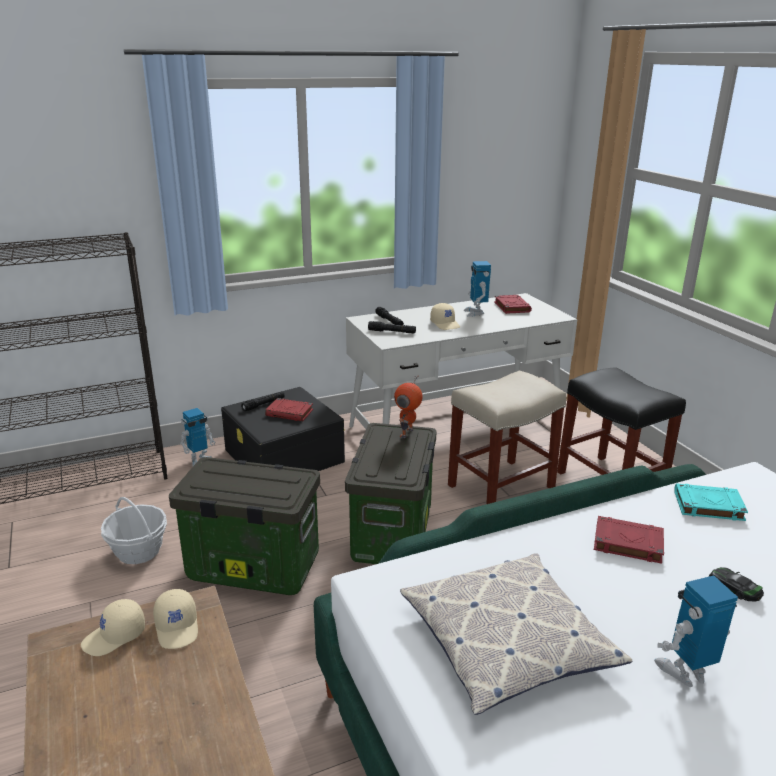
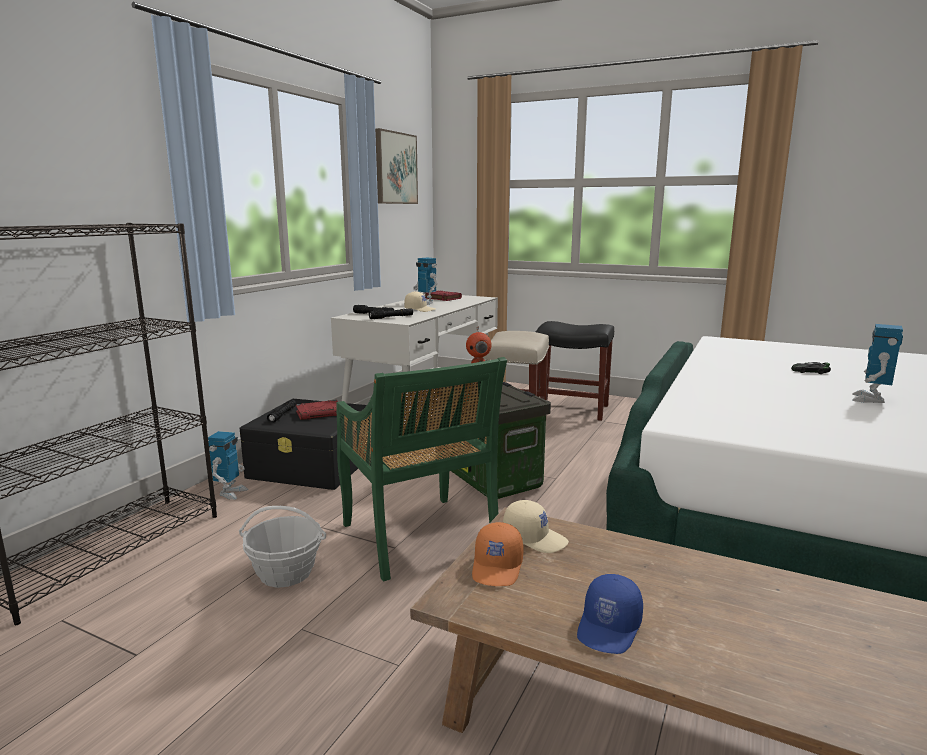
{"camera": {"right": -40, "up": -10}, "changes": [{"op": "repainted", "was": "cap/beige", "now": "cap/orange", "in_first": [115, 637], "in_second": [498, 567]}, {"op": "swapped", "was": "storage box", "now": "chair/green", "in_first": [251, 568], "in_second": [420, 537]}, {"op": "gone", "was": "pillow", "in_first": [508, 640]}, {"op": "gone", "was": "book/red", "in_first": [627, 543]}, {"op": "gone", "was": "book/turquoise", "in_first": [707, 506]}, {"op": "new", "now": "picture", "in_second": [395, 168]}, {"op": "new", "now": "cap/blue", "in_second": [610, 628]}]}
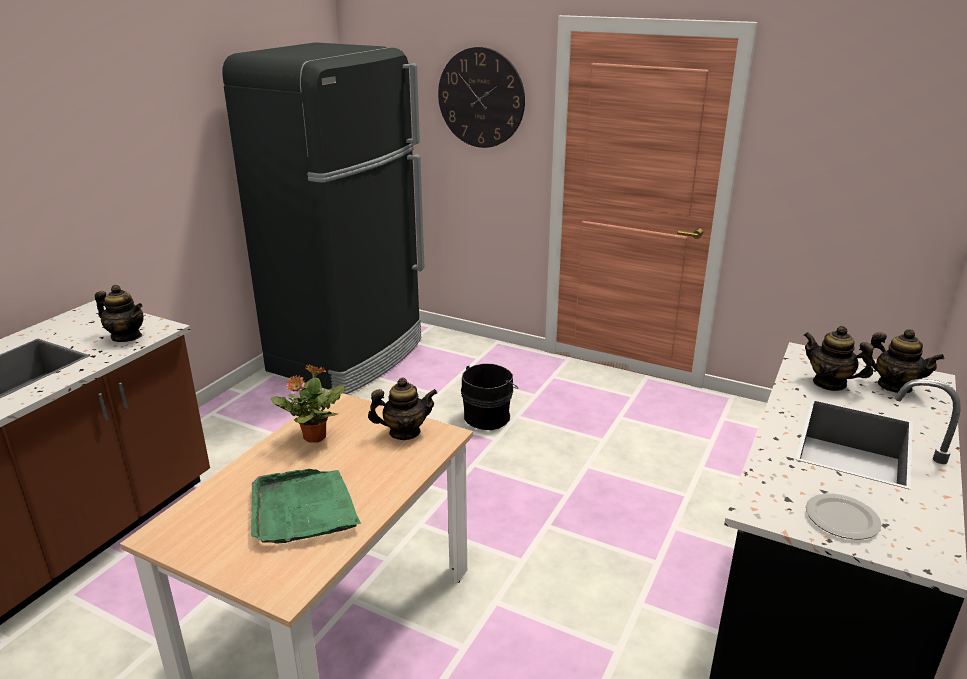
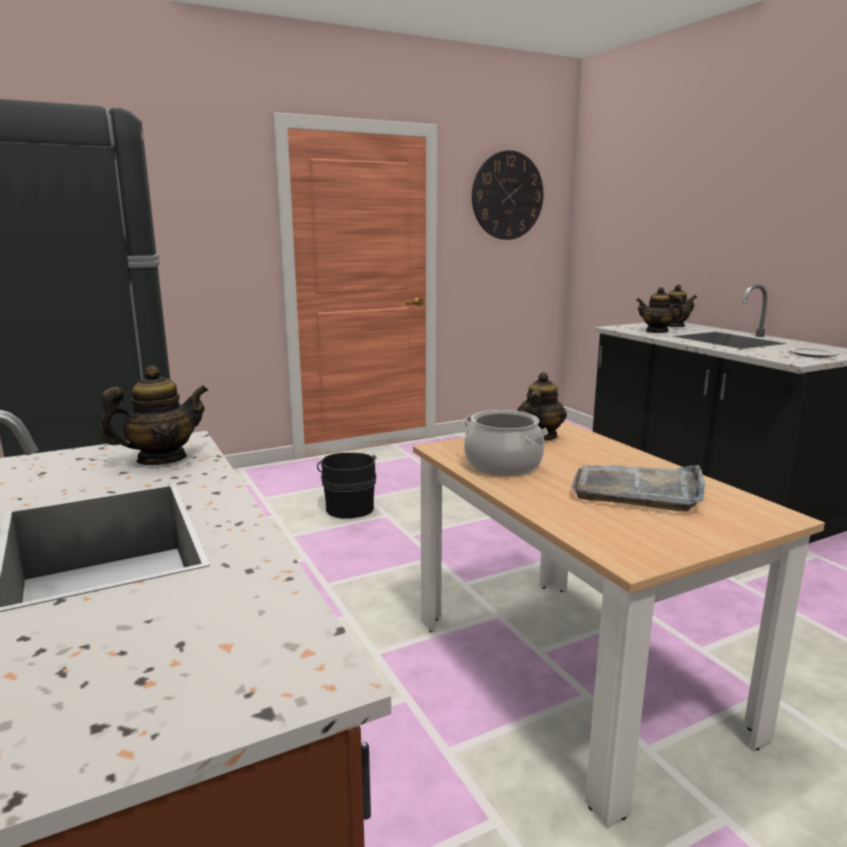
{"camera": {"right": -55, "up": -10}, "changes": [{"op": "repainted", "was": "tray/green", "now": "tray/grey", "in_first": [303, 509], "in_second": [638, 489]}, {"op": "swapped", "was": "potted plant", "now": "cooking pot", "in_first": [313, 437], "in_second": [502, 465]}, {"op": "shifted", "was": "wall clock", "in_first": [481, 98], "in_second": [507, 196]}, {"op": "rotated", "was": "teapot", "in_first": [830, 383], "in_second": [657, 331], "clockwise": 45}]}
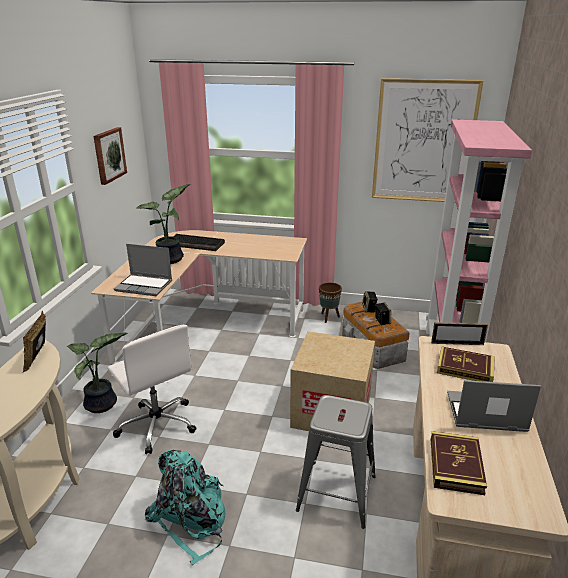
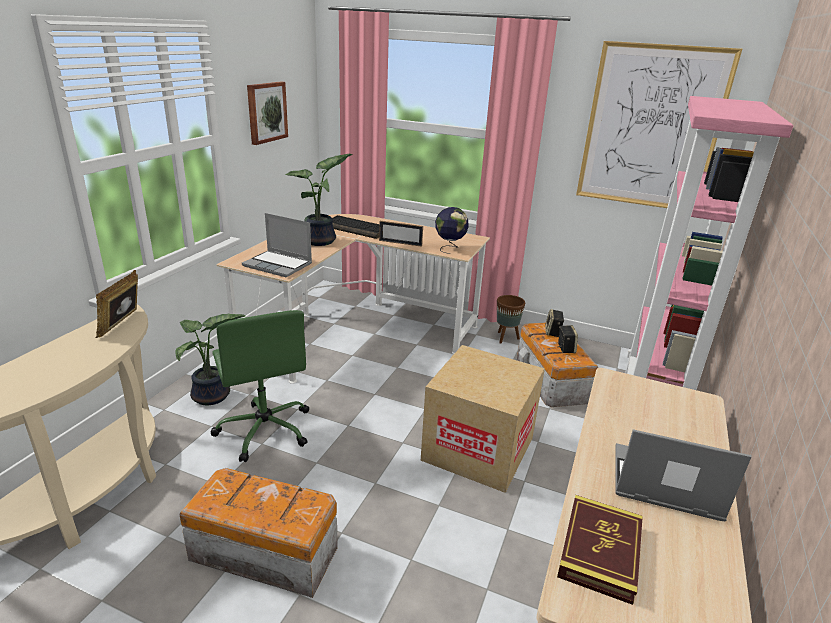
{"camera": {"right": 10, "up": 0}, "changes": [{"op": "repainted", "was": "office chair/white", "now": "office chair/green", "in_first": [157, 424], "in_second": [265, 429]}, {"op": "swapped", "was": "backpack/turquoise", "now": "storage box", "in_first": [191, 519], "in_second": [264, 551]}, {"op": "gone", "was": "stool/grey", "in_first": [337, 493]}, {"op": "shifted", "was": "picture frame", "in_first": [457, 343], "in_second": [400, 243]}, {"op": "gone", "was": "book", "in_first": [465, 368]}, {"op": "new", "now": "globe", "in_second": [450, 248]}]}
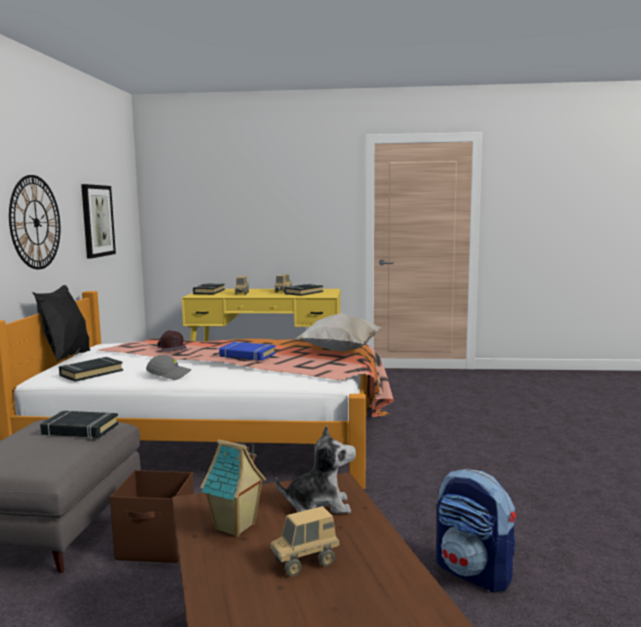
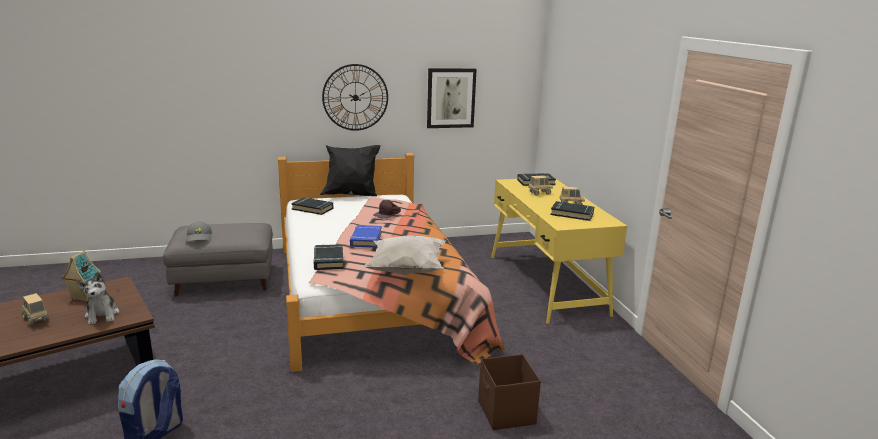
{"camera": {"right": 70, "up": 10}, "changes": [{"op": "shifted", "was": "book/black", "in_first": [80, 430], "in_second": [328, 260]}, {"op": "shifted", "was": "storage box/brown", "in_first": [157, 545], "in_second": [506, 413]}, {"op": "shifted", "was": "cap/grey", "in_first": [169, 375], "in_second": [199, 237]}]}
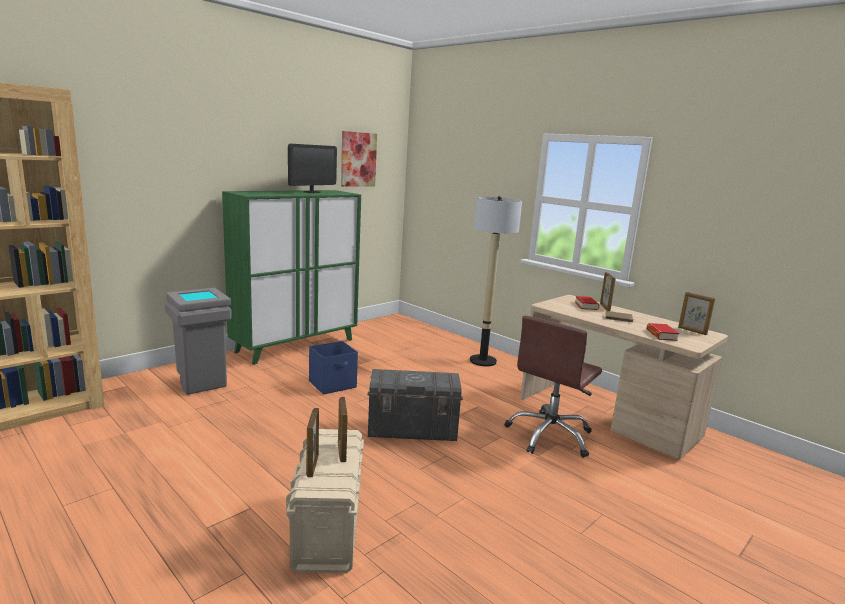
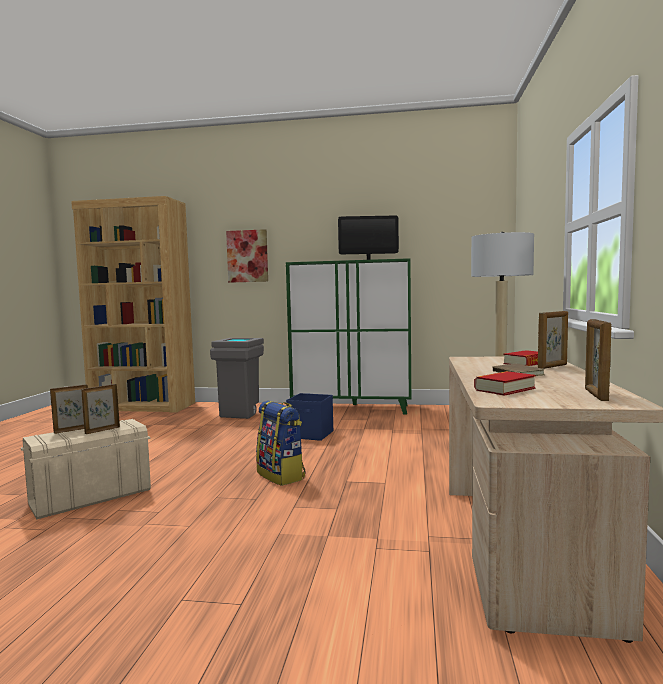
{"camera": {"right": 55, "up": -10}, "changes": [{"op": "shifted", "was": "picture", "in_first": [358, 159], "in_second": [247, 256]}, {"op": "swapped", "was": "storage box/grey", "now": "backpack", "in_first": [412, 430], "in_second": [281, 476]}, {"op": "gone", "was": "office chair/brown", "in_first": [550, 436]}]}
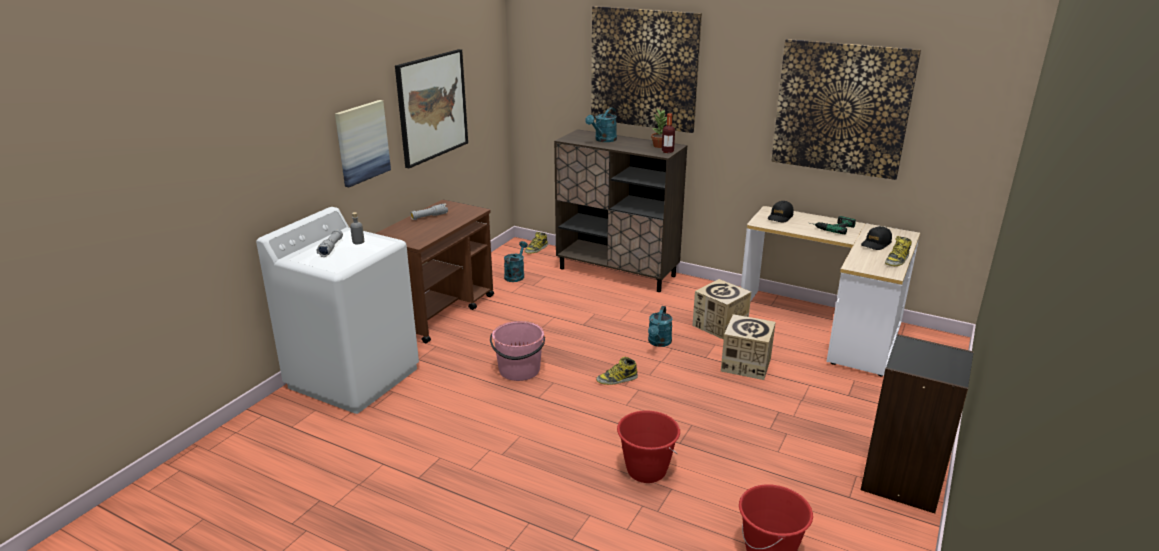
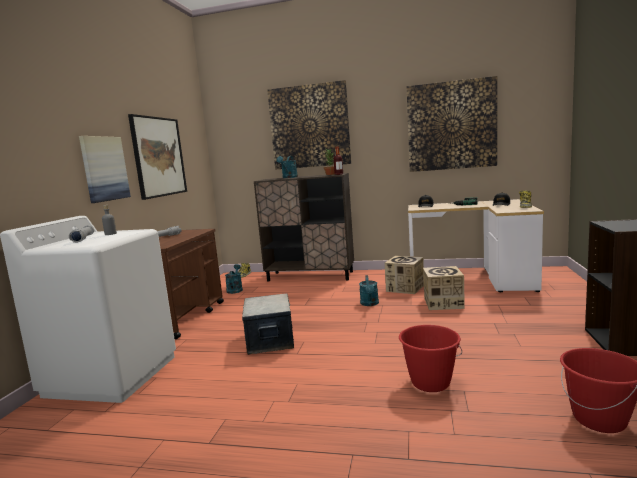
{"camera": {"right": -15, "up": -15}, "changes": [{"op": "swapped", "was": "bucket/pink", "now": "storage box", "in_first": [519, 370], "in_second": [269, 340]}, {"op": "gone", "was": "boot", "in_first": [617, 379]}]}
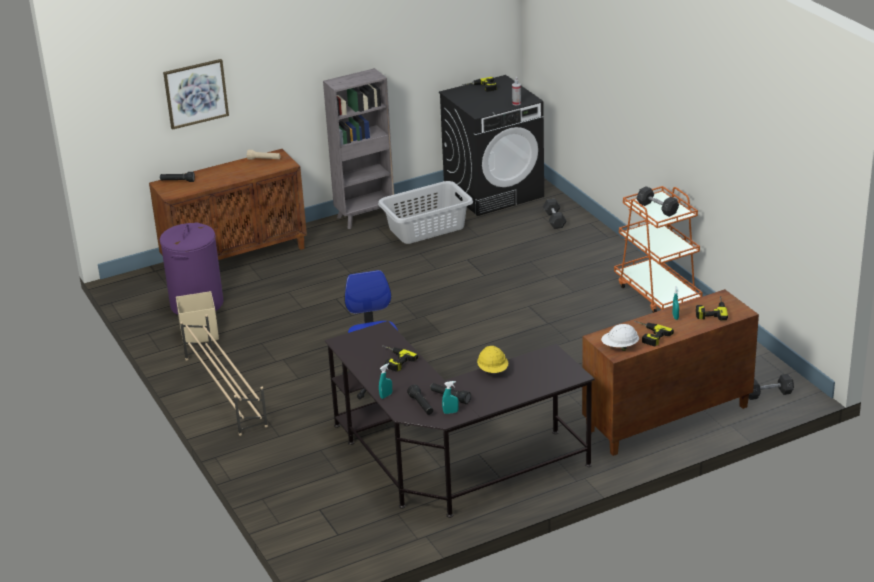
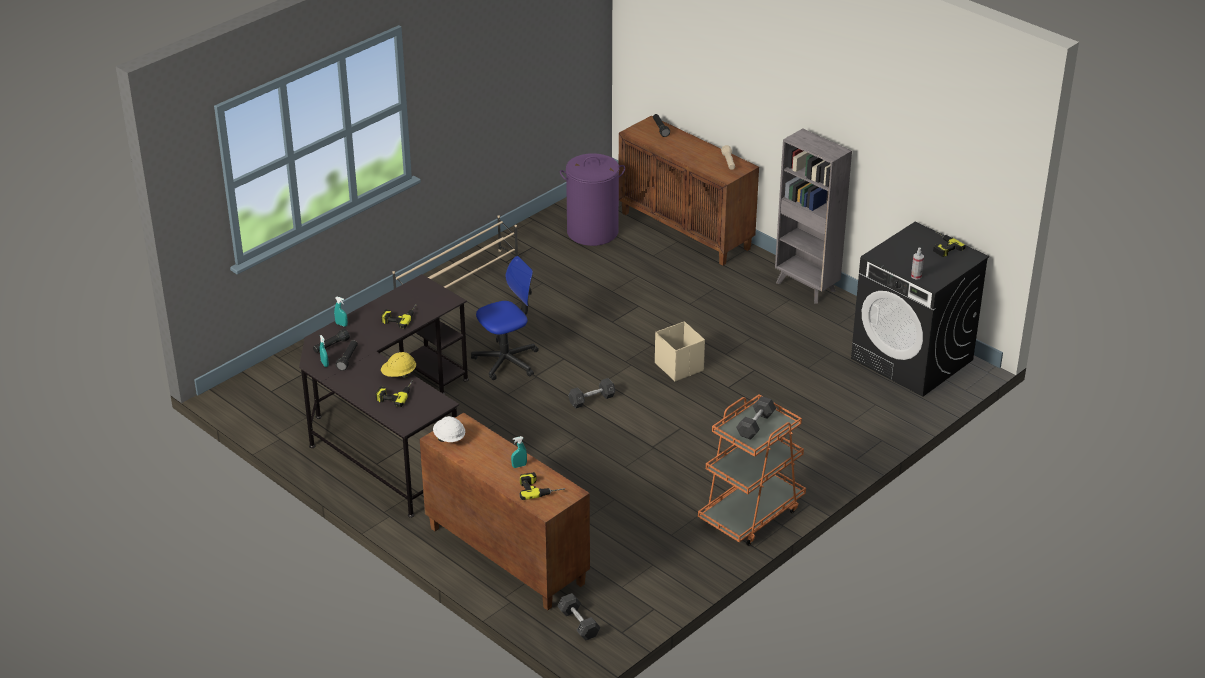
{"camera": {"right": 70, "up": 5}, "changes": [{"op": "gone", "was": "picture", "in_first": [196, 93]}, {"op": "shifted", "was": "storage box/beige", "in_first": [198, 334], "in_second": [679, 366]}, {"op": "gone", "was": "laundry basket/grey", "in_first": [426, 228]}, {"op": "shifted", "was": "dumbbell/grey", "in_first": [554, 220], "in_second": [592, 399]}, {"op": "shifted", "was": "power drill", "in_first": [647, 335], "in_second": [395, 393]}]}
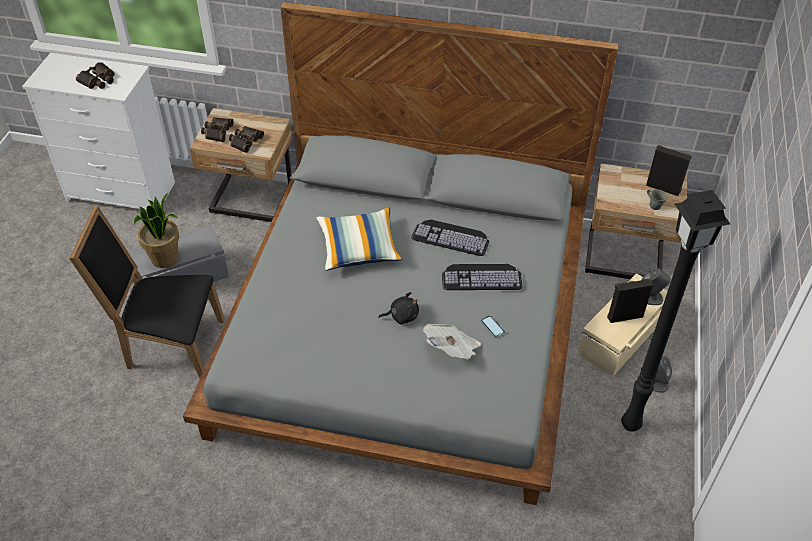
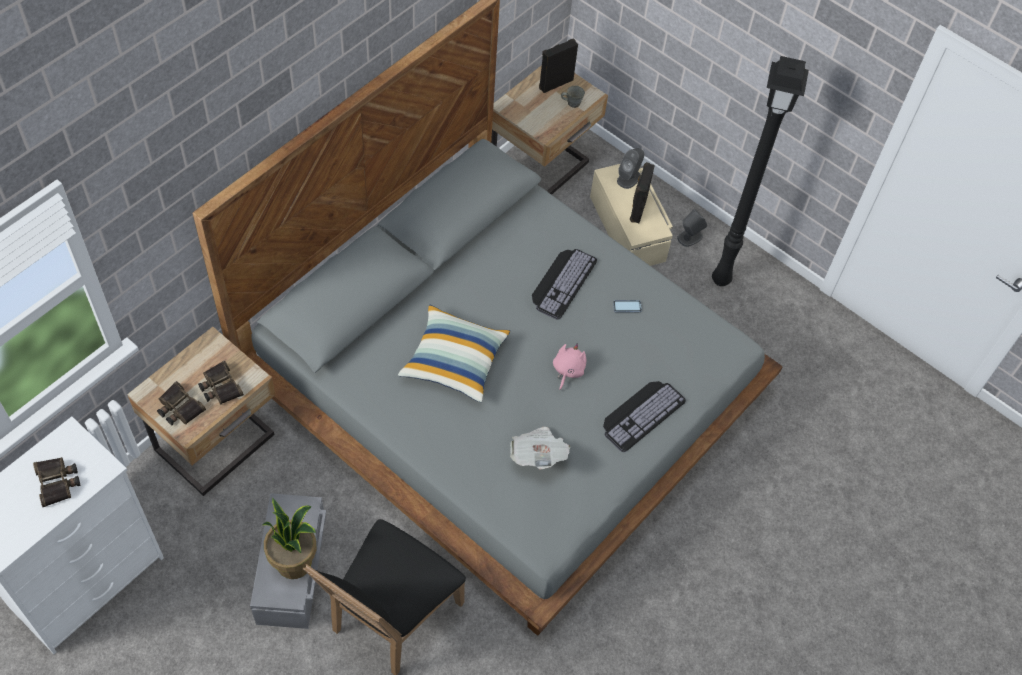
{"camera": {"right": -65, "up": 10}, "changes": [{"op": "repainted", "was": "plush toy/black", "now": "plush toy/pink", "in_first": [402, 316], "in_second": [567, 370]}, {"op": "shifted", "was": "keyboard", "in_first": [452, 237], "in_second": [641, 413]}, {"op": "shifted", "was": "newspaper", "in_first": [452, 350], "in_second": [538, 455]}]}
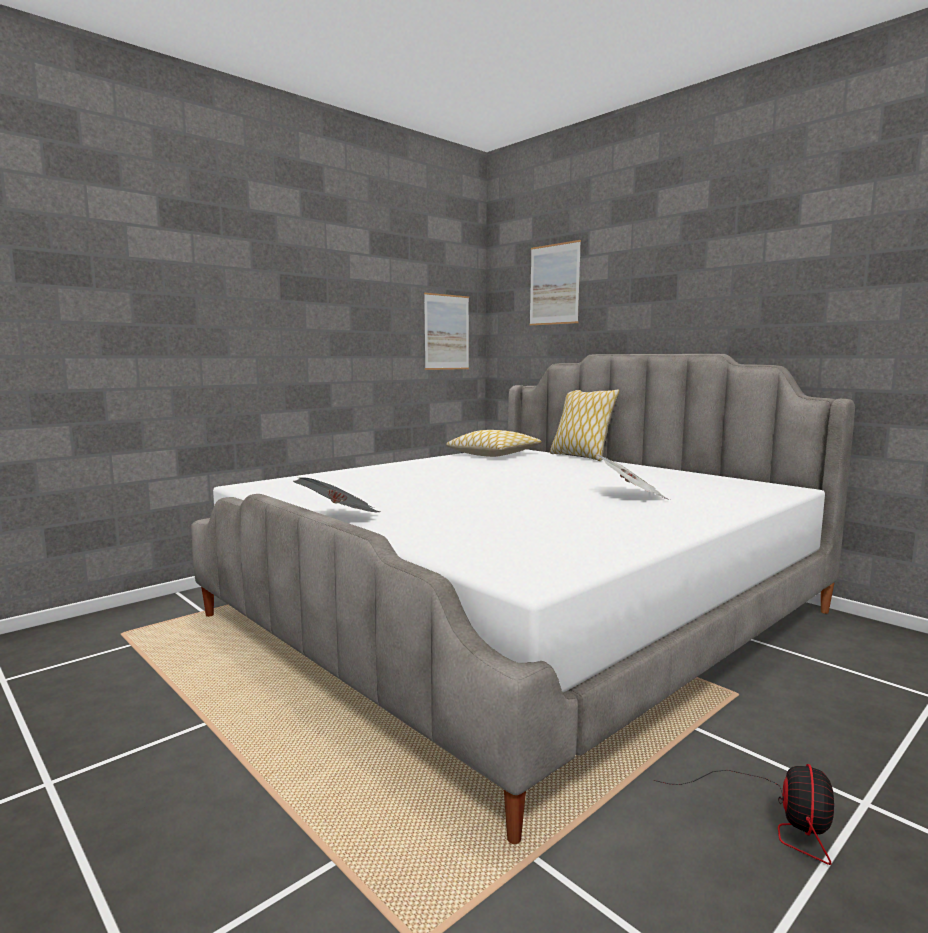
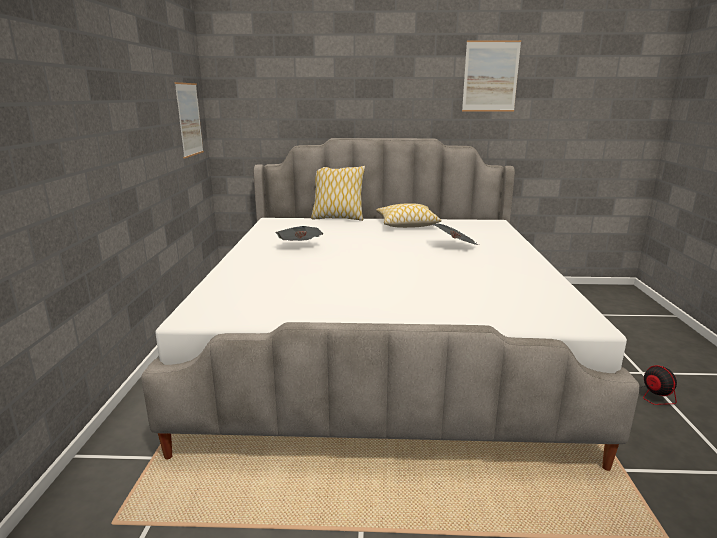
{"camera": {"right": -45, "up": 10}, "changes": [{"op": "shifted", "was": "newspaper", "in_first": [340, 518], "in_second": [300, 247]}, {"op": "shifted", "was": "pillow", "in_first": [493, 454], "in_second": [406, 224]}, {"op": "shifted", "was": "picture", "in_first": [554, 284], "in_second": [490, 76]}]}
